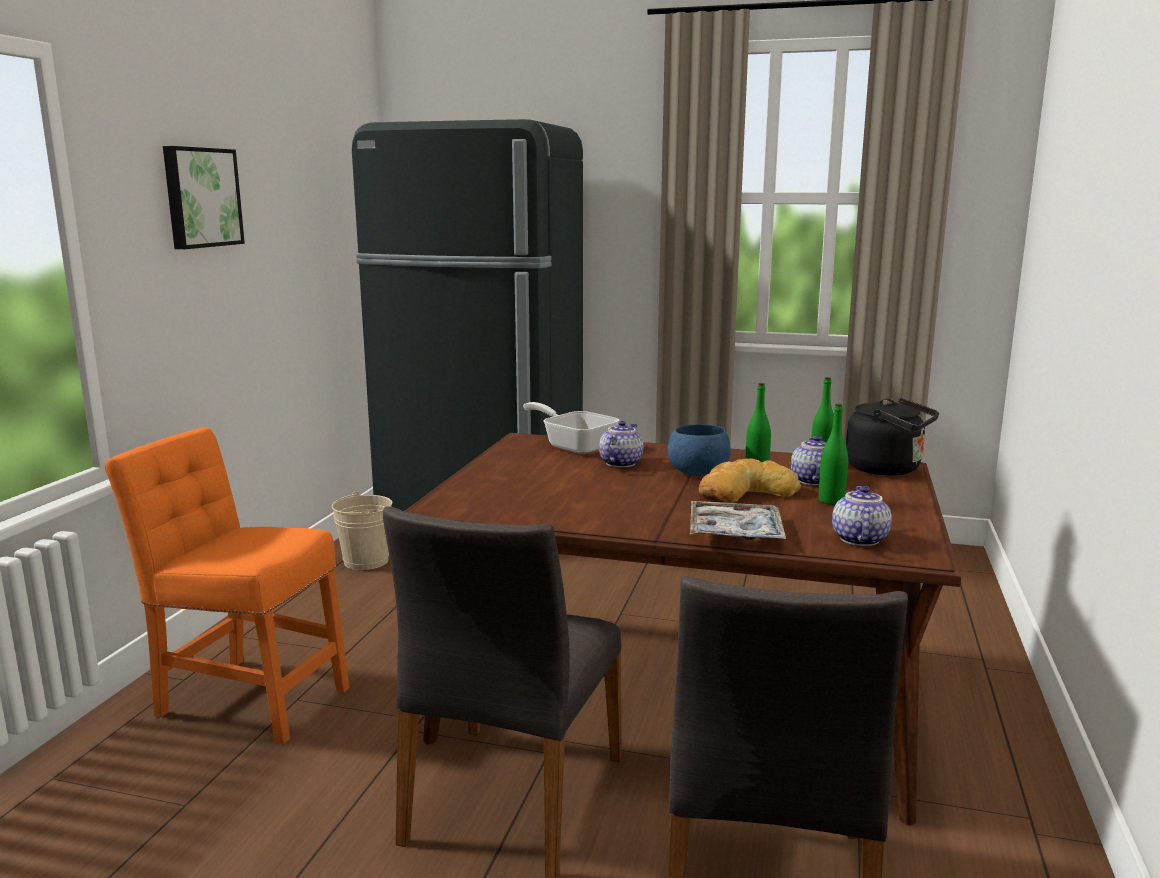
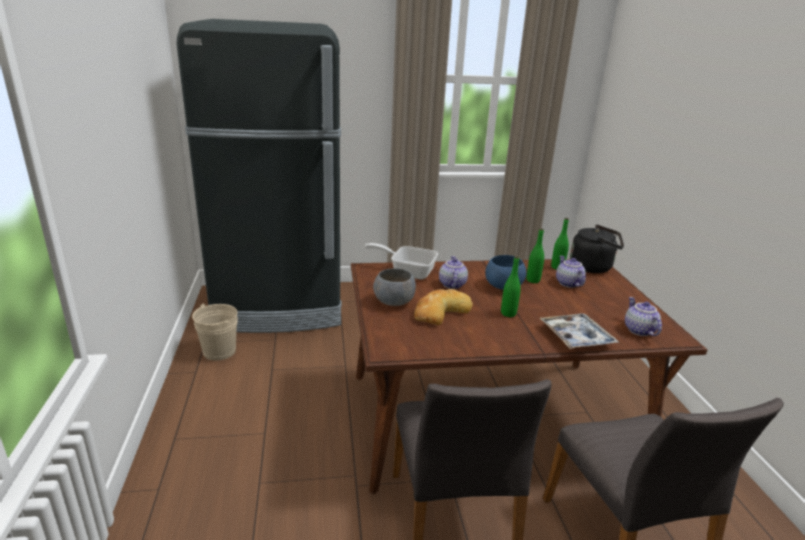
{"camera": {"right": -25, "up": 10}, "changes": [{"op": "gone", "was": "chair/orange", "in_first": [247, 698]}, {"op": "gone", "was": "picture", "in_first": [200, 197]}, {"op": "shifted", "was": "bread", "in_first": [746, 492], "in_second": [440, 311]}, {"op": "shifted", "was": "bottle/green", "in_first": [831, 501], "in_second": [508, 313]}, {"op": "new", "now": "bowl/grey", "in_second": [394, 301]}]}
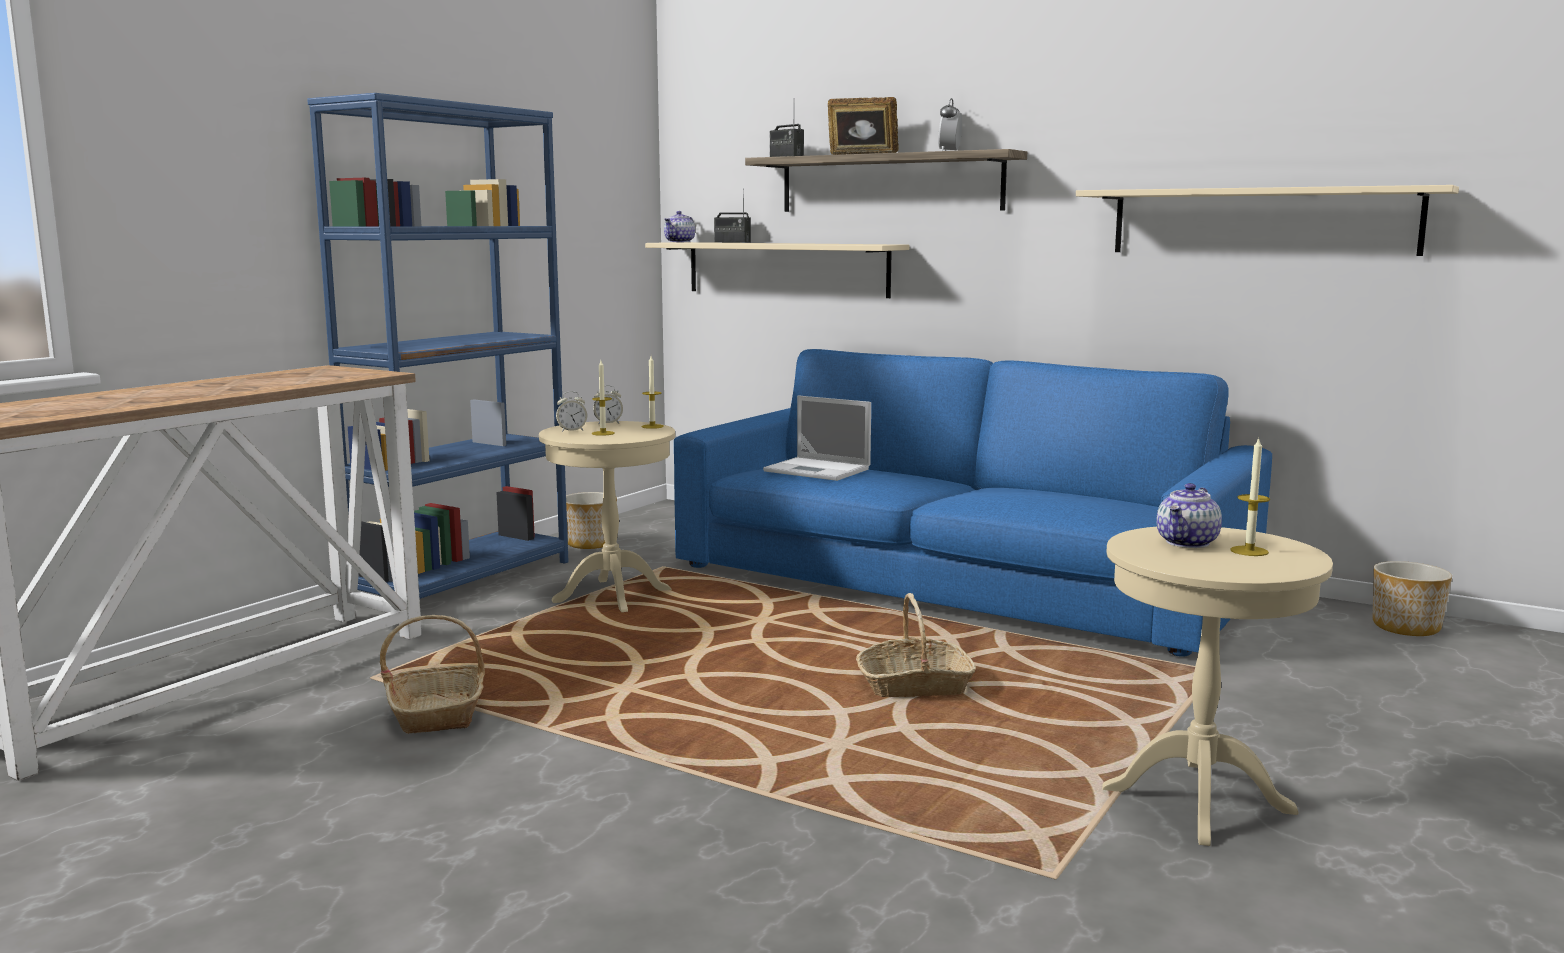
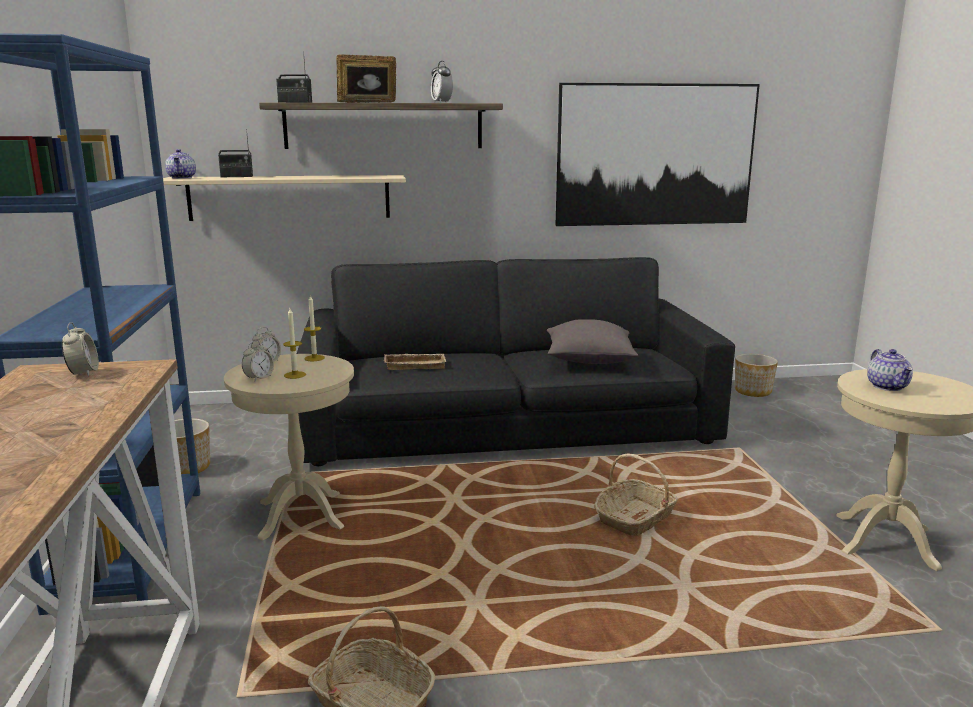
{"camera": {"right": -40, "up": 5}, "changes": [{"op": "repainted", "was": "sofa/blue", "now": "sofa/black", "in_first": [956, 580], "in_second": [506, 423]}, {"op": "swapped", "was": "laptop", "now": "tray/beige", "in_first": [819, 470], "in_second": [415, 365]}, {"op": "swapped", "was": "shelf/beige", "now": "picture", "in_first": [1262, 221], "in_second": [655, 155]}, {"op": "gone", "was": "candle", "in_first": [1249, 551]}, {"op": "new", "now": "alarm clock", "in_second": [83, 373]}, {"op": "new", "now": "pillow/grey", "in_second": [589, 360]}]}
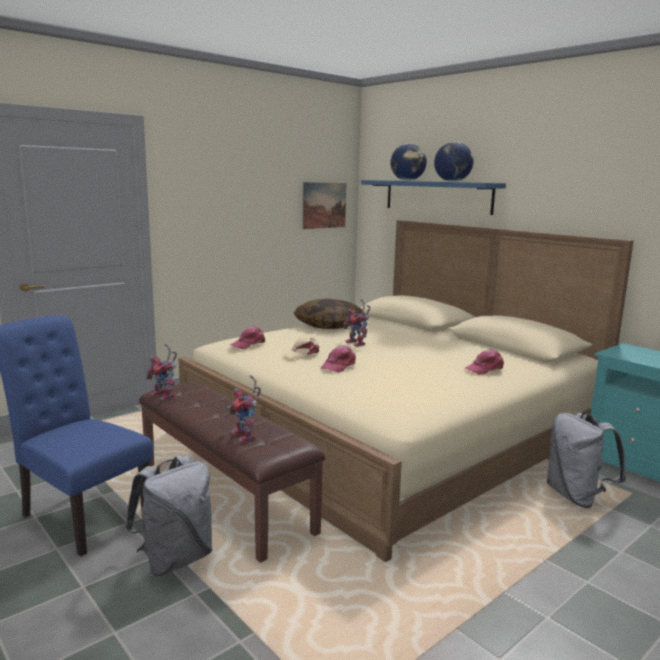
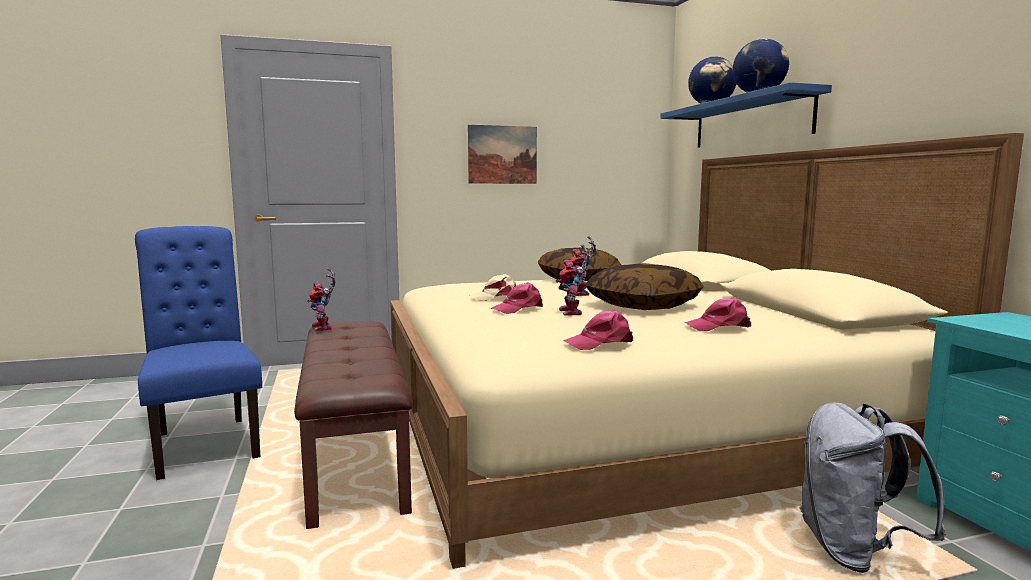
{"camera": {"right": 25, "up": -5}, "changes": [{"op": "gone", "was": "backpack/grey", "in_first": [175, 559]}, {"op": "shifted", "was": "toy robot", "in_first": [246, 437], "in_second": [573, 313]}, {"op": "shifted", "was": "cap/pink", "in_first": [248, 344], "in_second": [600, 343]}, {"op": "shifted", "was": "picture", "in_first": [324, 205], "in_second": [502, 154]}, {"op": "new", "now": "pillow", "in_second": [643, 305]}]}
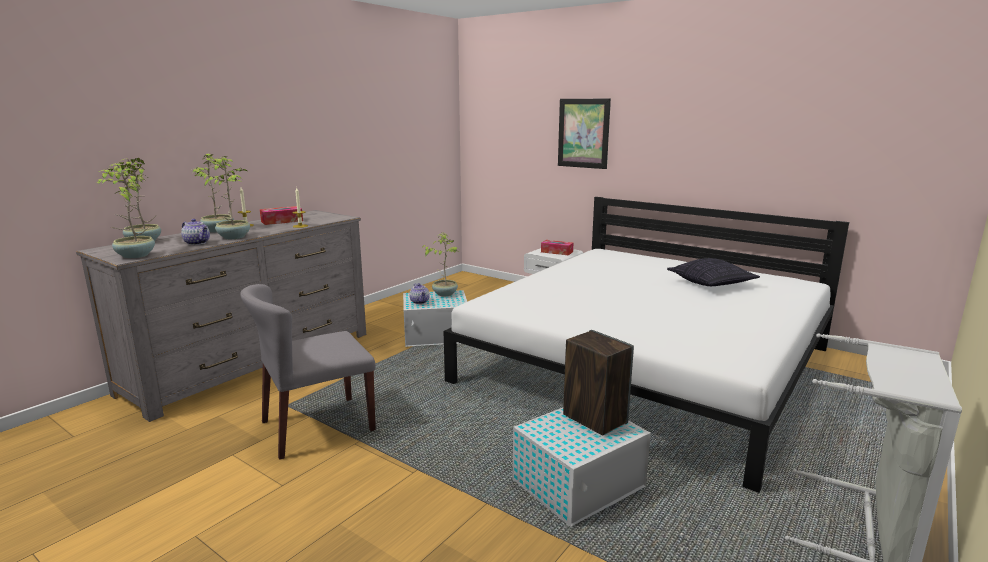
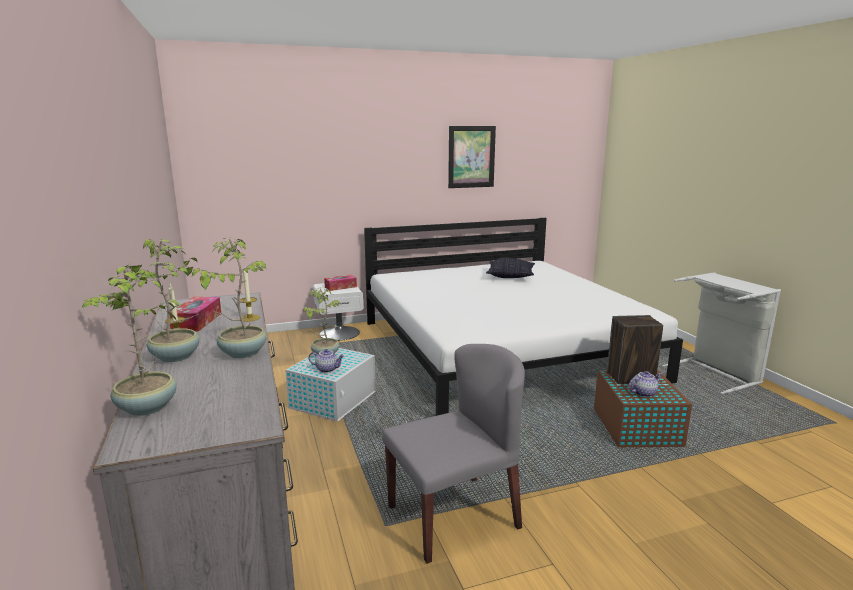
{"camera": {"right": -55, "up": 0}, "changes": [{"op": "gone", "was": "potted plant", "in_first": [134, 256]}, {"op": "shifted", "was": "teapot", "in_first": [198, 243], "in_second": [643, 393]}, {"op": "rotated", "was": "chair/grey", "in_first": [317, 426], "in_second": [454, 516], "clockwise": -120}, {"op": "repainted", "was": "storage box/white", "now": "storage box/brown", "in_first": [580, 483], "in_second": [636, 426]}, {"op": "shifted", "was": "picture", "in_first": [583, 133], "in_second": [471, 157]}]}
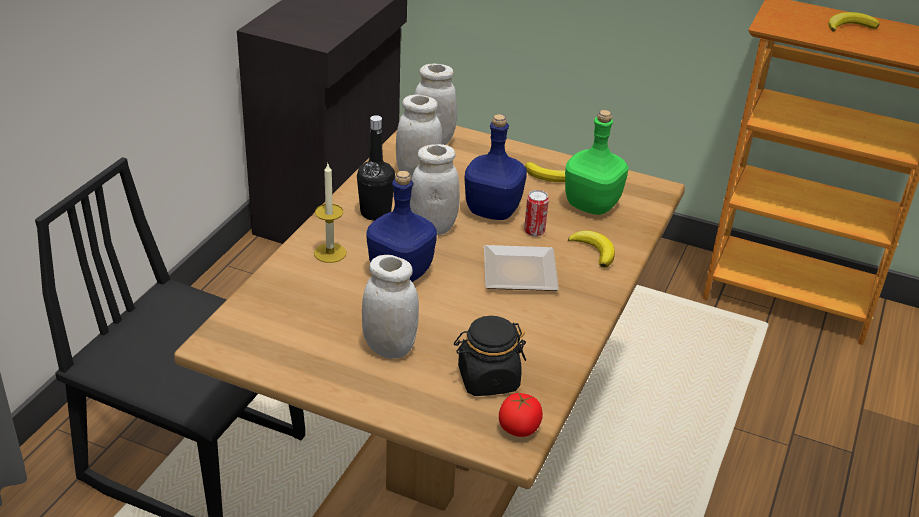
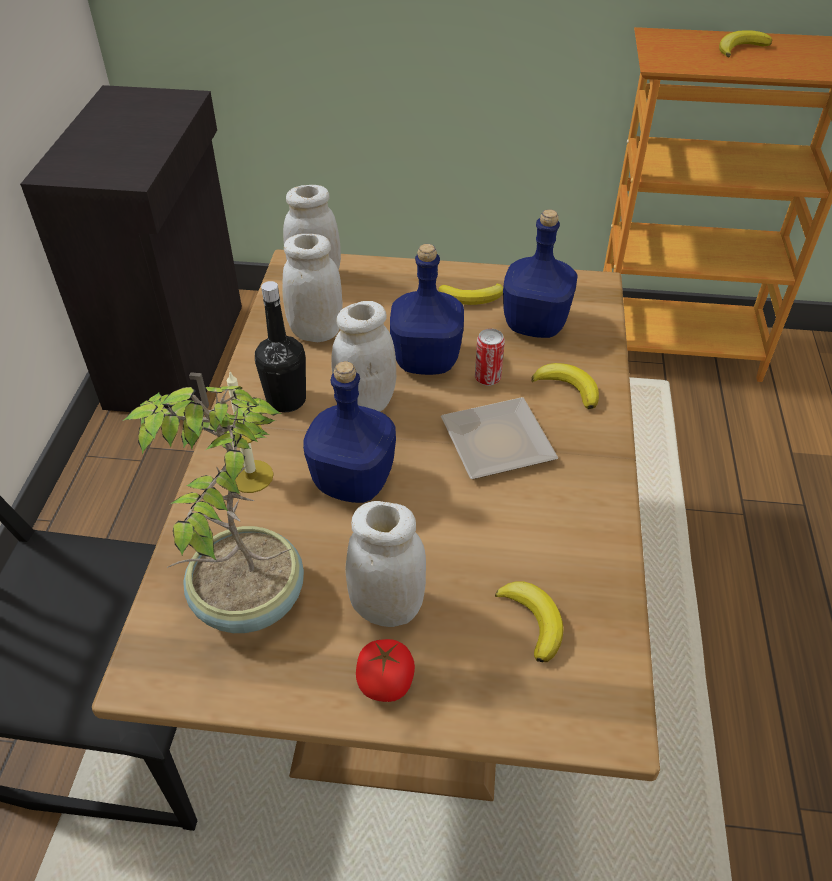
{"camera": {"right": -15, "up": 10}, "changes": [{"op": "swapped", "was": "jar/black", "now": "banana", "in_first": [488, 379], "in_second": [533, 621]}, {"op": "shifted", "was": "tomato", "in_first": [519, 428], "in_second": [385, 683]}, {"op": "repainted", "was": "bottle/green", "now": "bottle/blue", "in_first": [591, 205], "in_second": [535, 325]}, {"op": "new", "now": "potted plant", "in_second": [246, 600]}]}
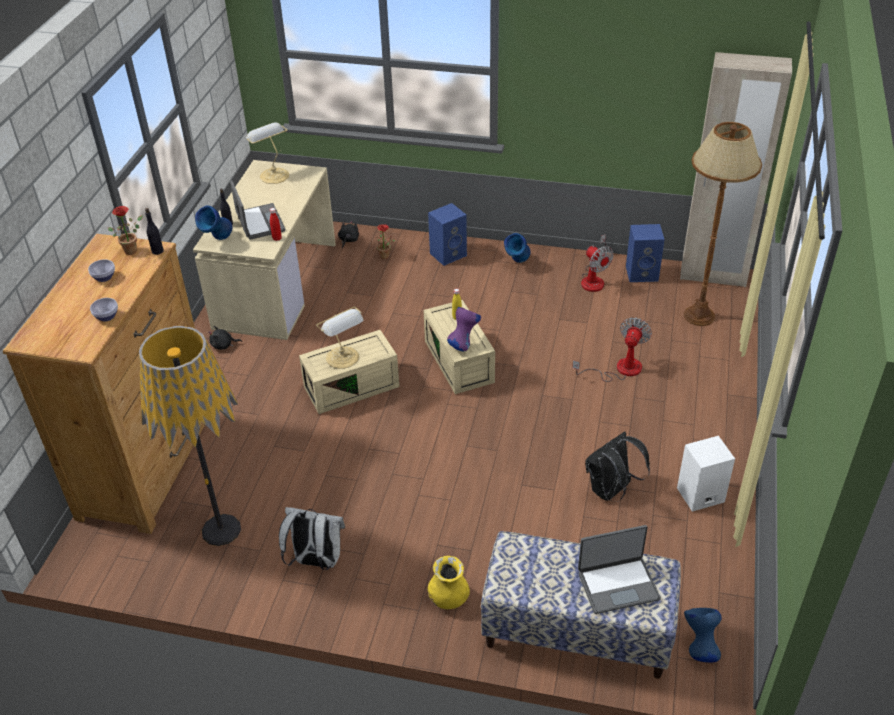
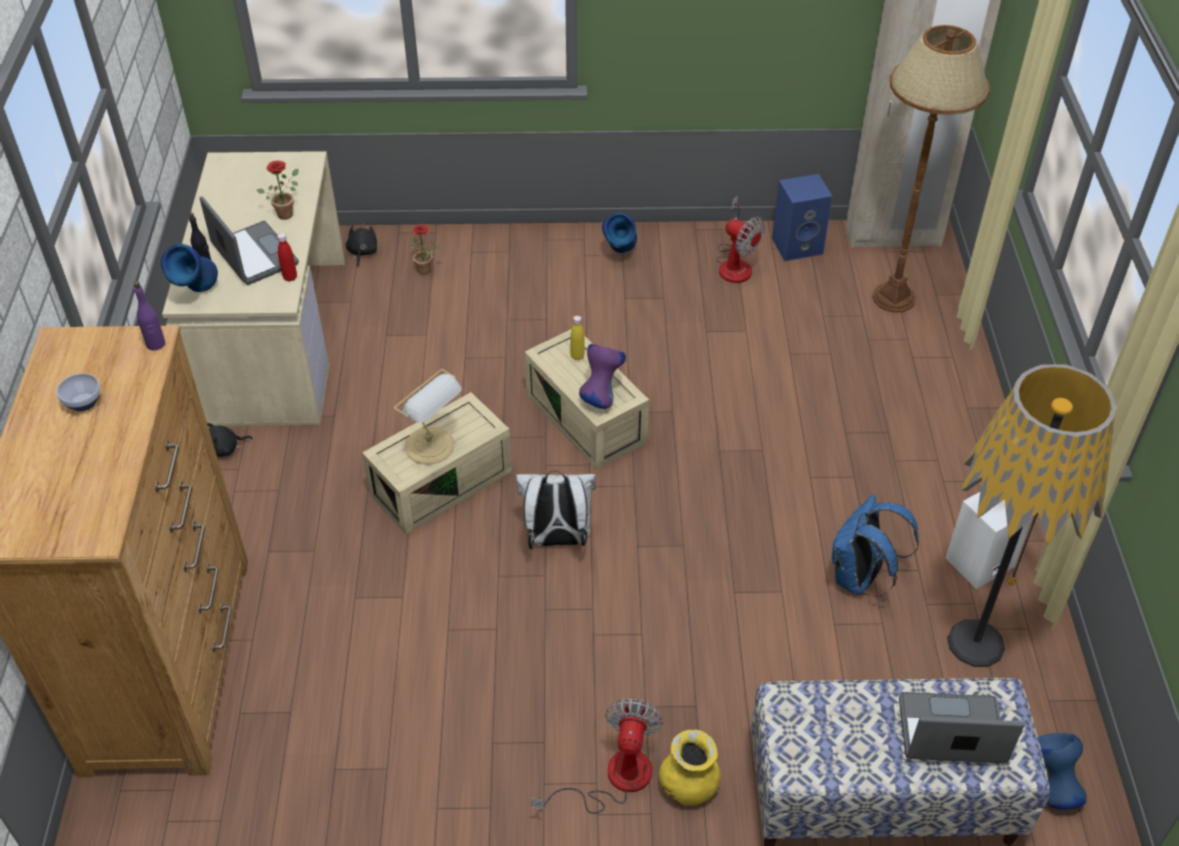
{"camera": {"right": -15, "up": 5}, "changes": [{"op": "gone", "was": "bowl", "in_first": [107, 316]}, {"op": "shifted", "was": "potted plant", "in_first": [133, 249], "in_second": [287, 212]}, {"op": "shifted", "was": "floor lamp", "in_first": [221, 530], "in_second": [976, 643]}, {"op": "repainted", "was": "bottle/black", "now": "bottle/purple", "in_first": [157, 251], "in_second": [155, 344]}, {"op": "gone", "was": "table lamp", "in_first": [273, 175]}, {"op": "shifted", "was": "backpack/white", "in_first": [316, 561], "in_second": [557, 539]}, {"op": "gone", "was": "speaker/blue", "in_first": [448, 254]}, {"op": "shifted", "was": "fan", "in_first": [619, 369], "in_second": [614, 779]}, {"op": "rotated", "was": "laptop", "in_first": [618, 584], "in_second": [951, 732], "clockwise": -150}, {"op": "repainted", "was": "backpack/black", "now": "backpack/blue", "in_first": [611, 491], "in_second": [859, 579]}]}
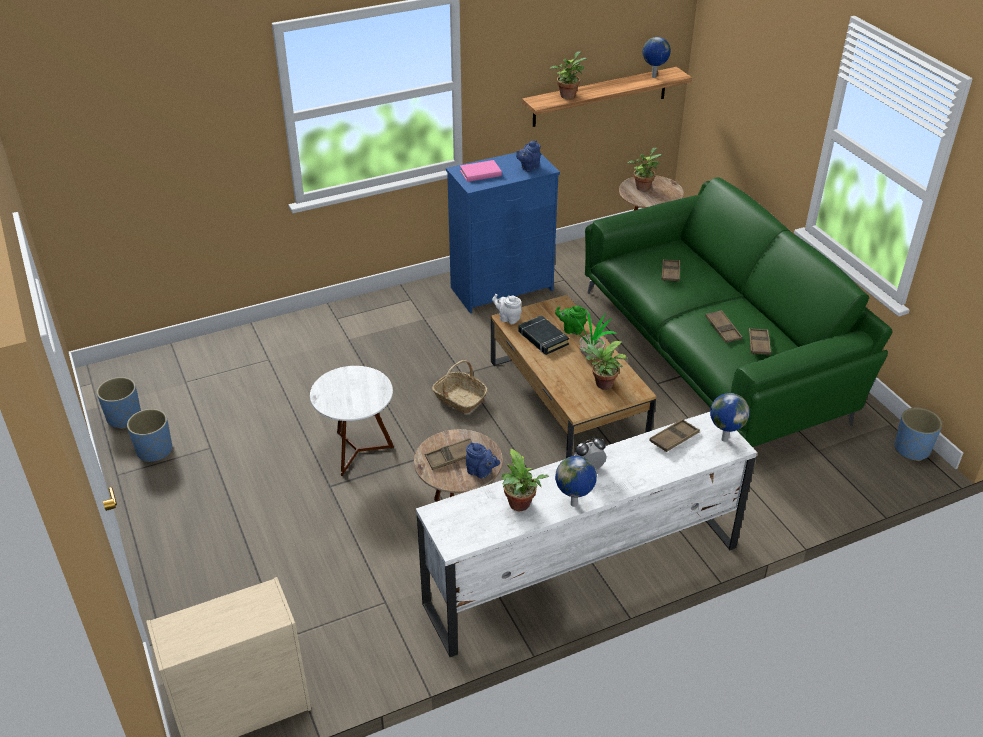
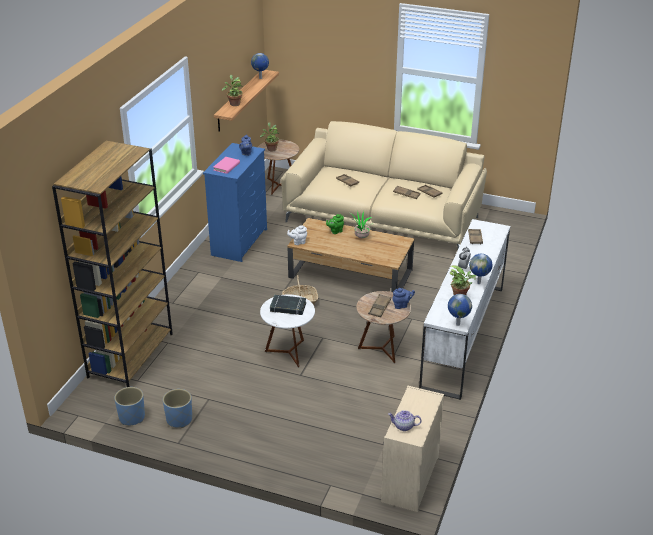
{"camera": {"right": -45, "up": -5}, "changes": [{"op": "shifted", "was": "book/black", "in_first": [542, 338], "in_second": [288, 307]}, {"op": "gone", "was": "potted plant", "in_first": [602, 384]}, {"op": "repainted", "was": "sofa/green", "now": "sofa/beige", "in_first": [716, 353], "in_second": [383, 218]}, {"op": "shifted", "was": "globe", "in_first": [724, 439], "in_second": [457, 324]}, {"op": "gone", "was": "planter/blue", "in_first": [911, 449]}, {"op": "new", "now": "bookcase/brown", "in_second": [130, 355]}, {"op": "new", "now": "teapot", "in_second": [403, 426]}]}
